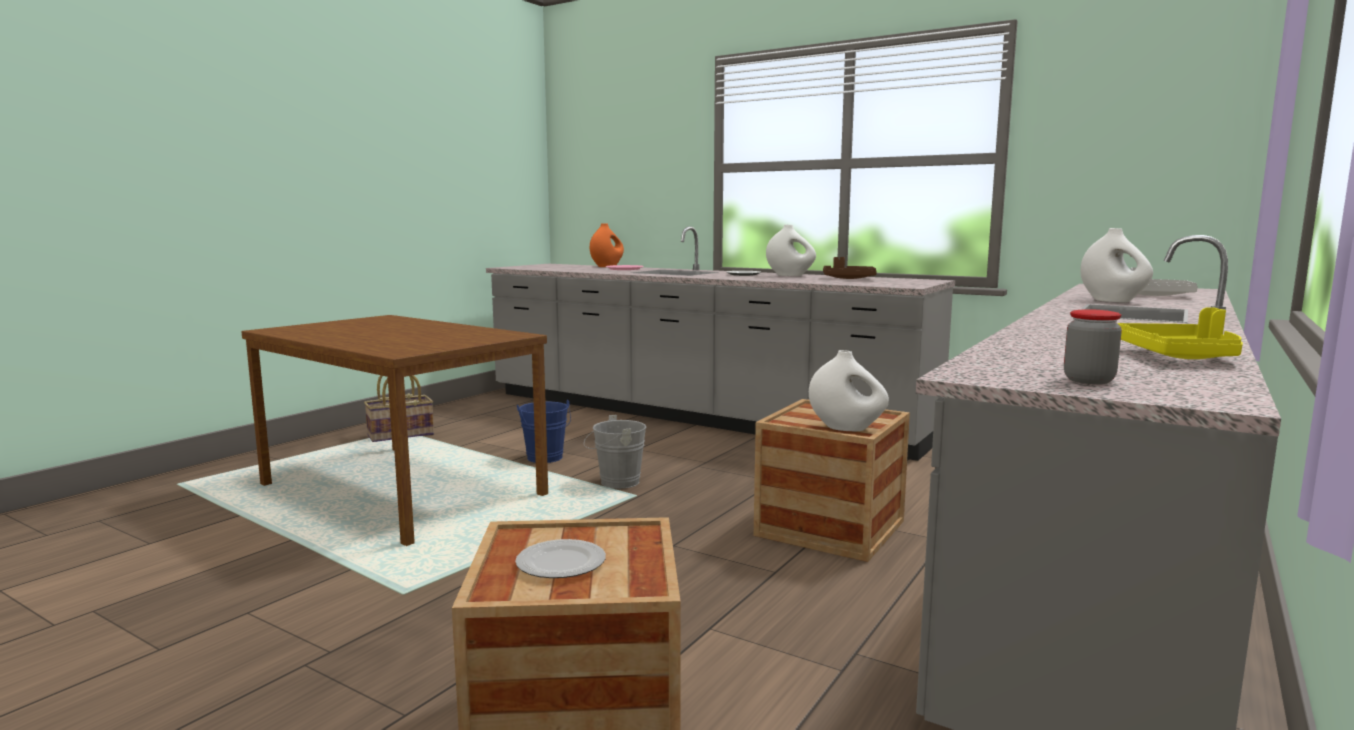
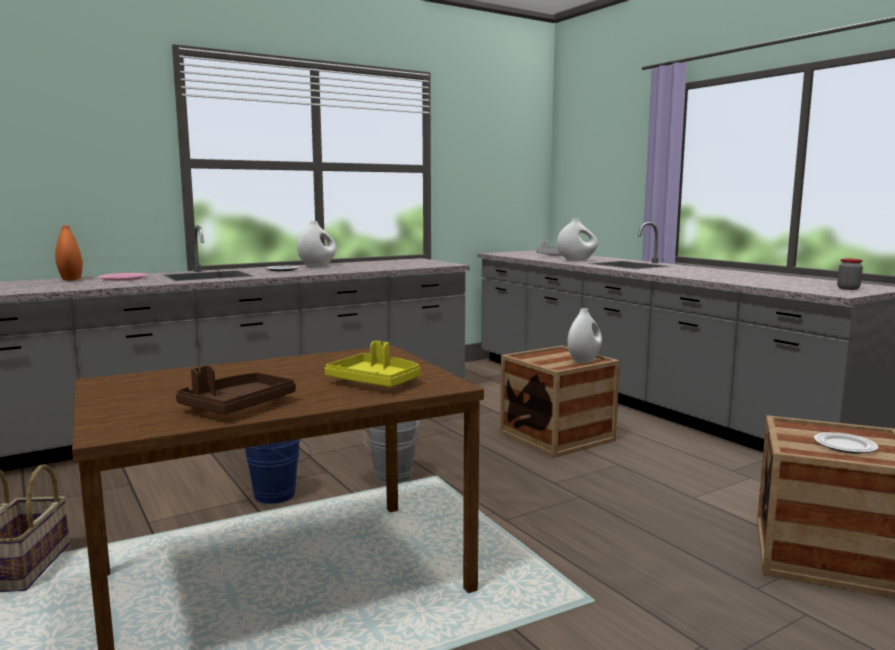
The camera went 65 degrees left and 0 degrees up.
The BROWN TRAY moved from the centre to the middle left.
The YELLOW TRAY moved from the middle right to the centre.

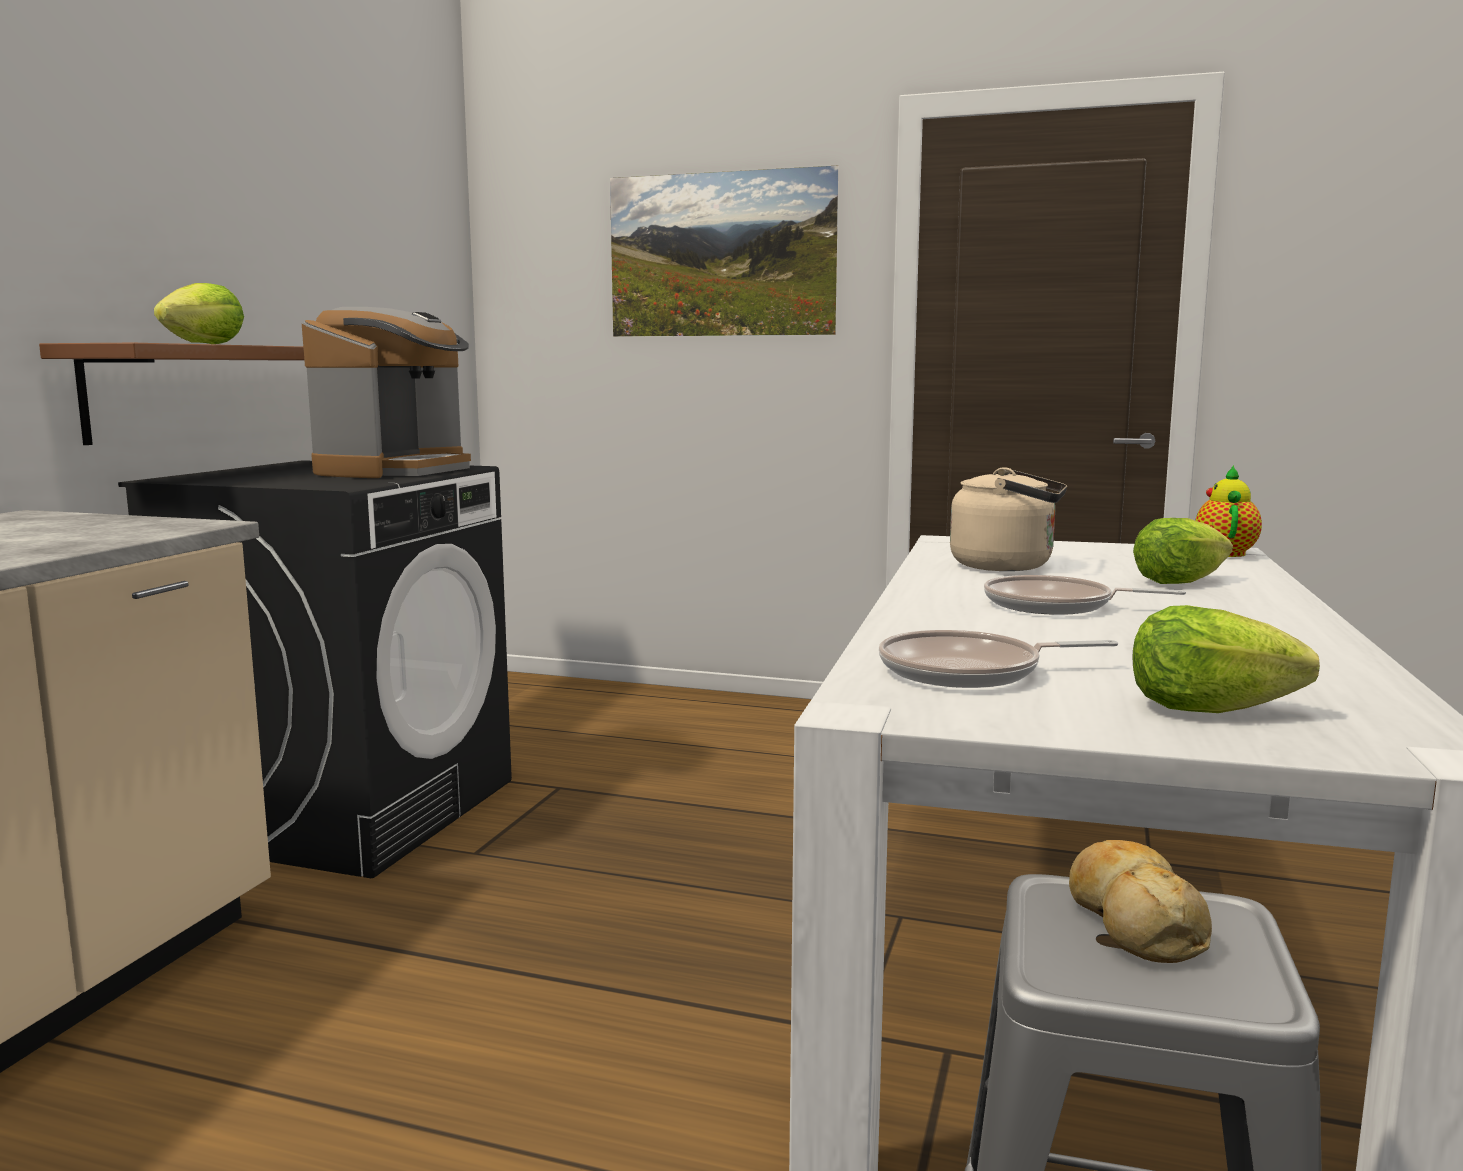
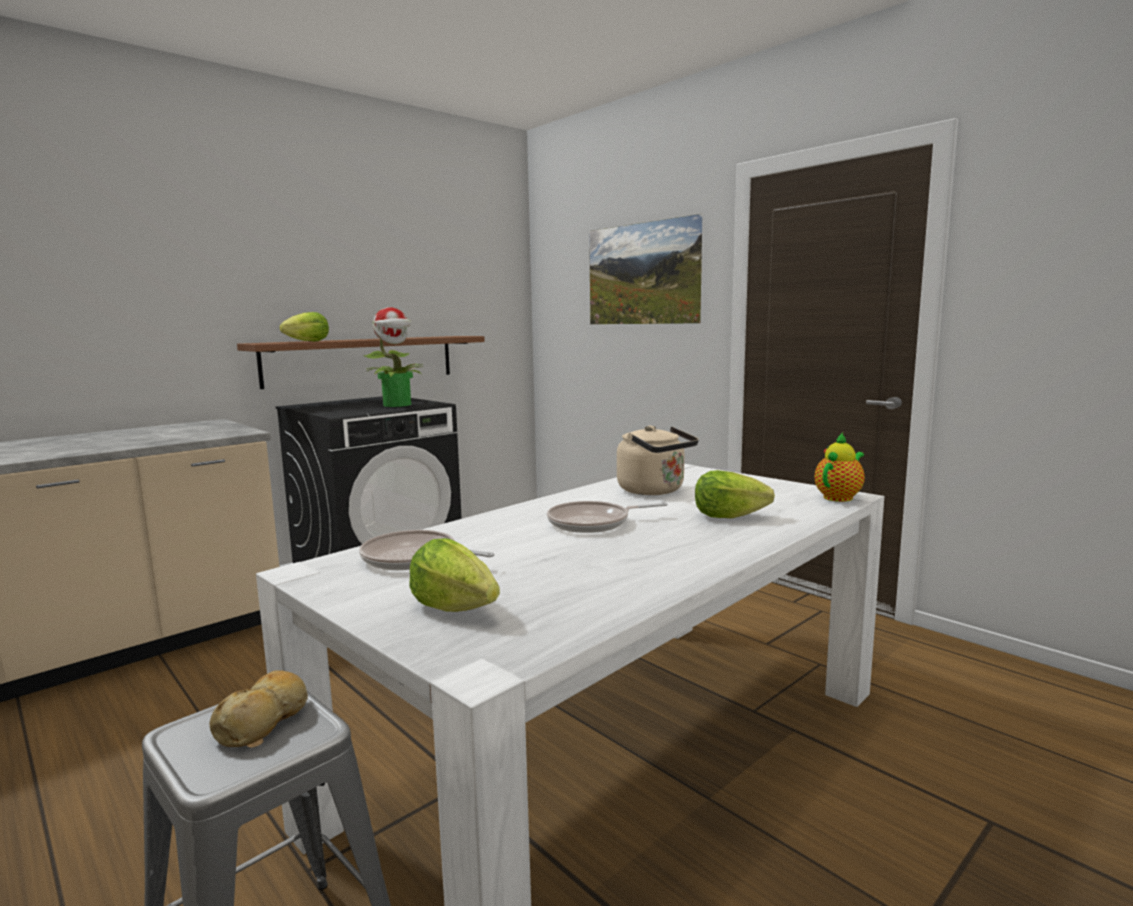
The camera went 30 degrees right and 0 degrees up.
The COFFEE MACHINE at the middle left was replaced by the POTTED PLANT at the centre.
The FRYING PAN (no. 2 from left) at the middle right turned 60 degrees counterclockwise.

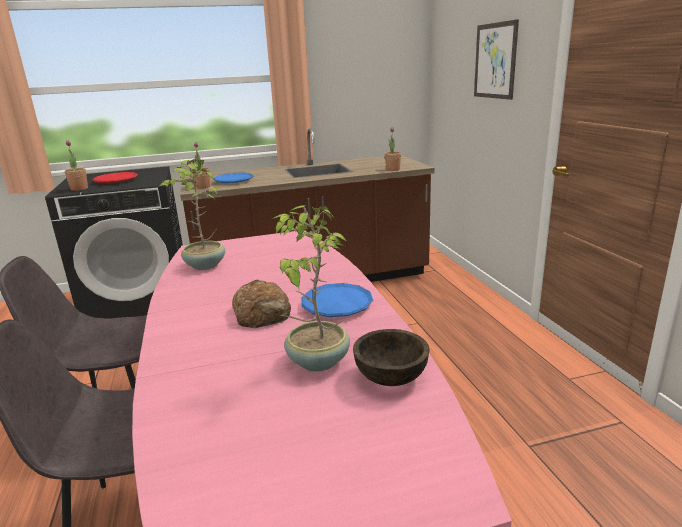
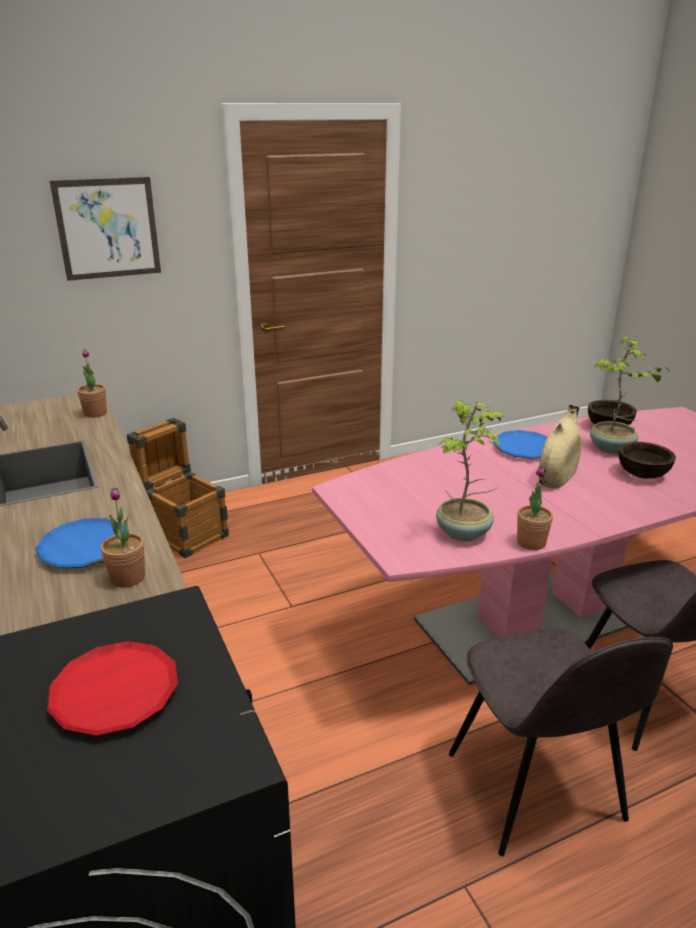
The camera went 100 degrees left and 5 degrees up.
The CRATE at the middle left appeared.
The POTTED PLANT (no. 1 from left in the first image) moved from the top left to the middle right.
The BREAD at the centre was replaced by the BEIGE VASE at the middle right.
The BROWN BOWL (no. 2 from left) at the middle right appeared.

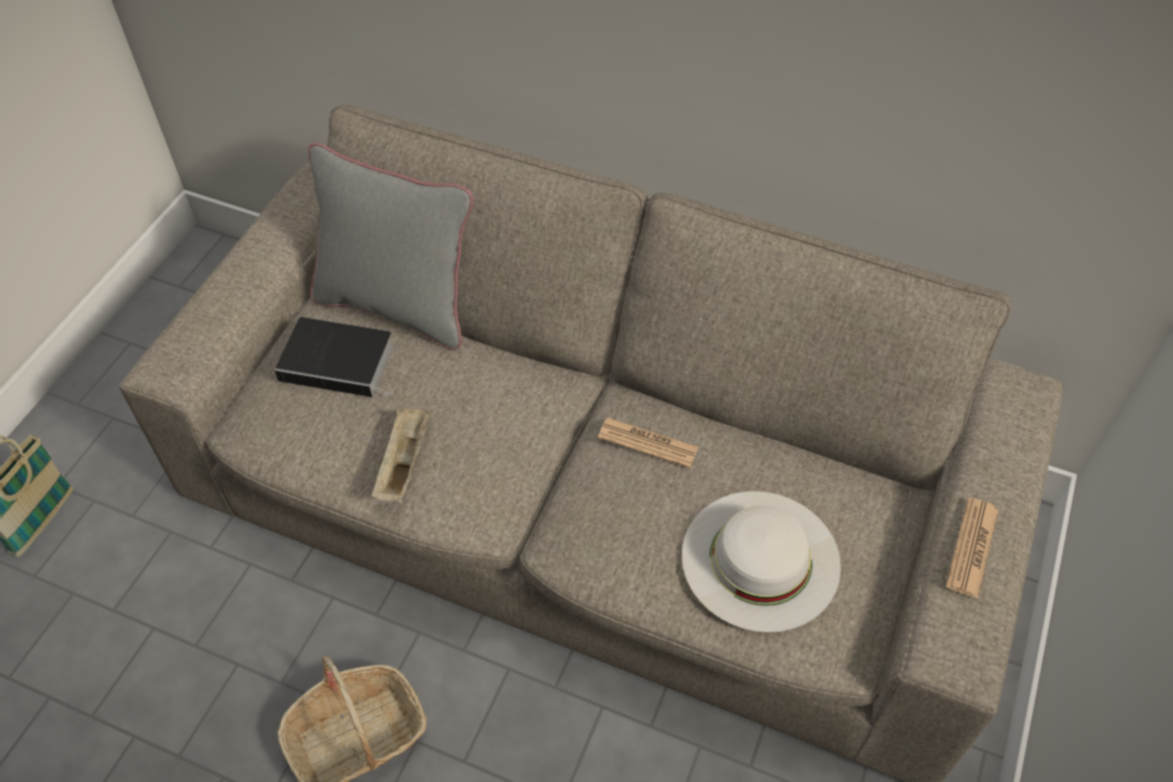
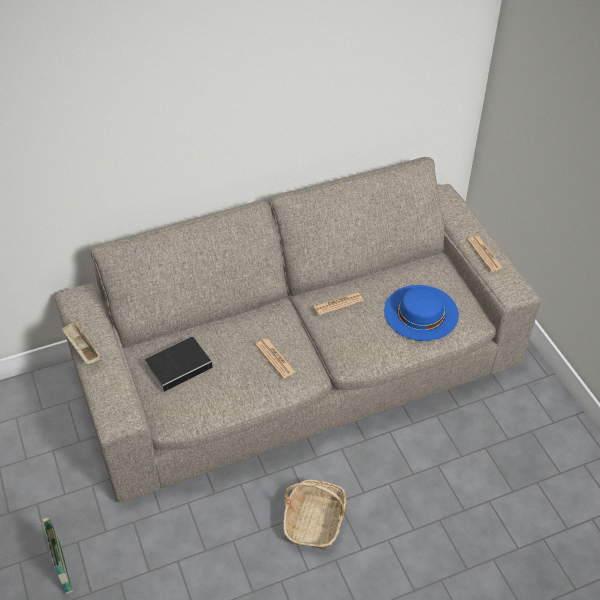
The camera went 45 degrees left and 5 degrees down.
The BEIGE TRAY moved from the centre to the middle left.
The NEWSPAPER (no. 1 from left) at the centre appeared.
The WHITE HAT at the bottom centre became the BLUE HAT at the middle right.
The GREY PILLOW at the top left disappeared.

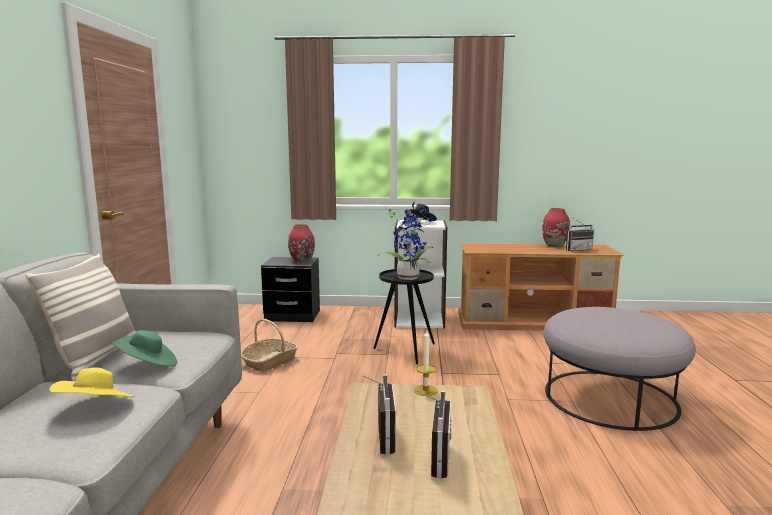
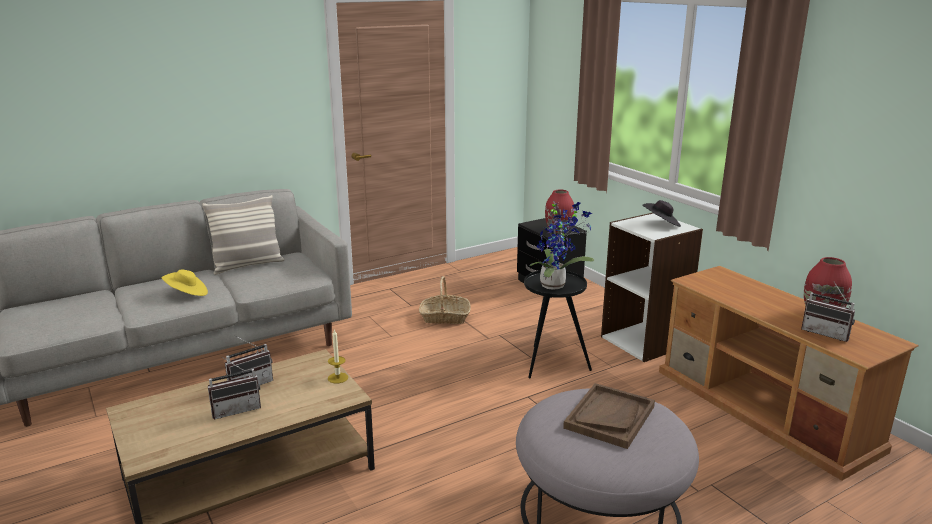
The camera went 55 degrees right and 10 degrees up.
The BROWN TRAY at the bottom centre appeared.
The GREEN HAT at the bottom left disappeared.

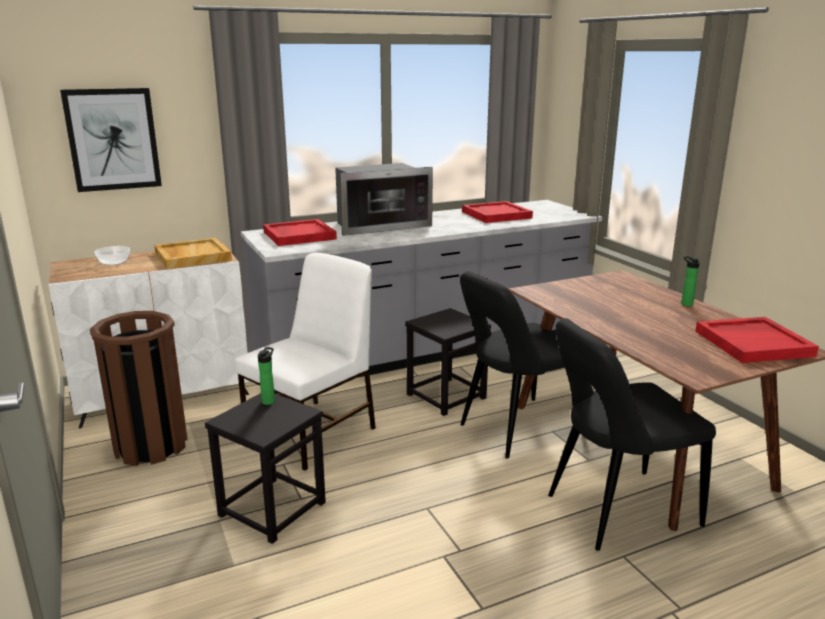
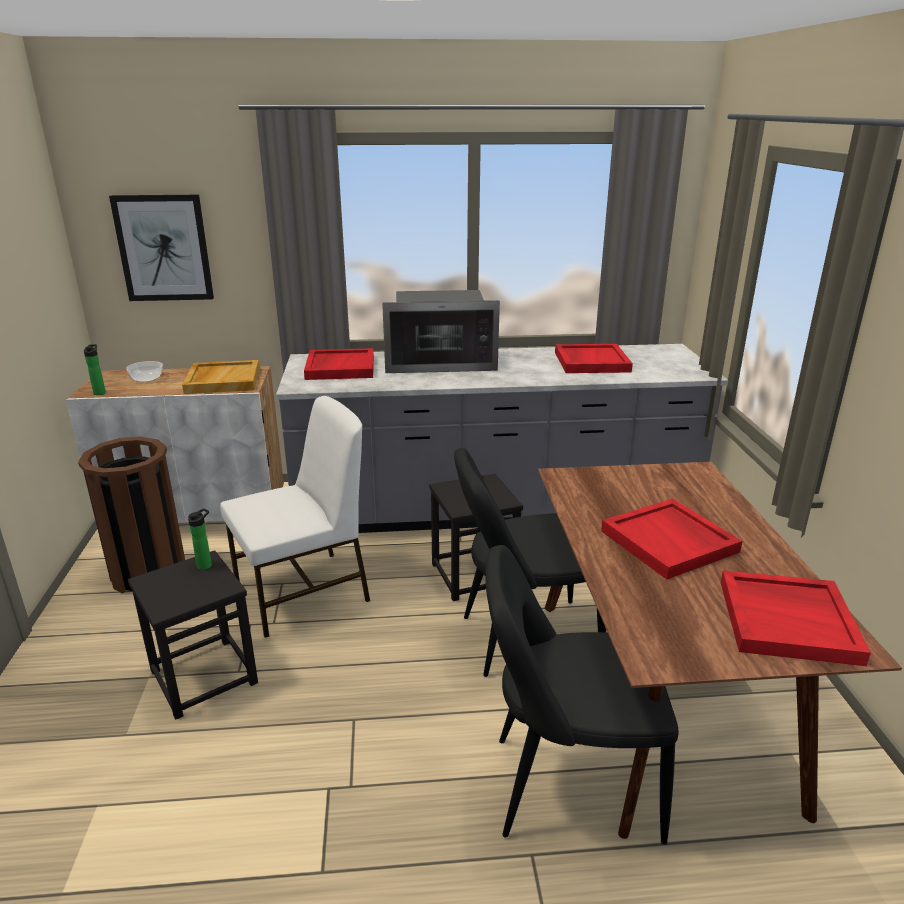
The camera went 20 degrees right and 5 degrees up.
The BOTTLE (no. 2 from left in the first image) moved from the middle right to the middle left.
The RED TRAY (no. 3 from left) at the middle right appeared.

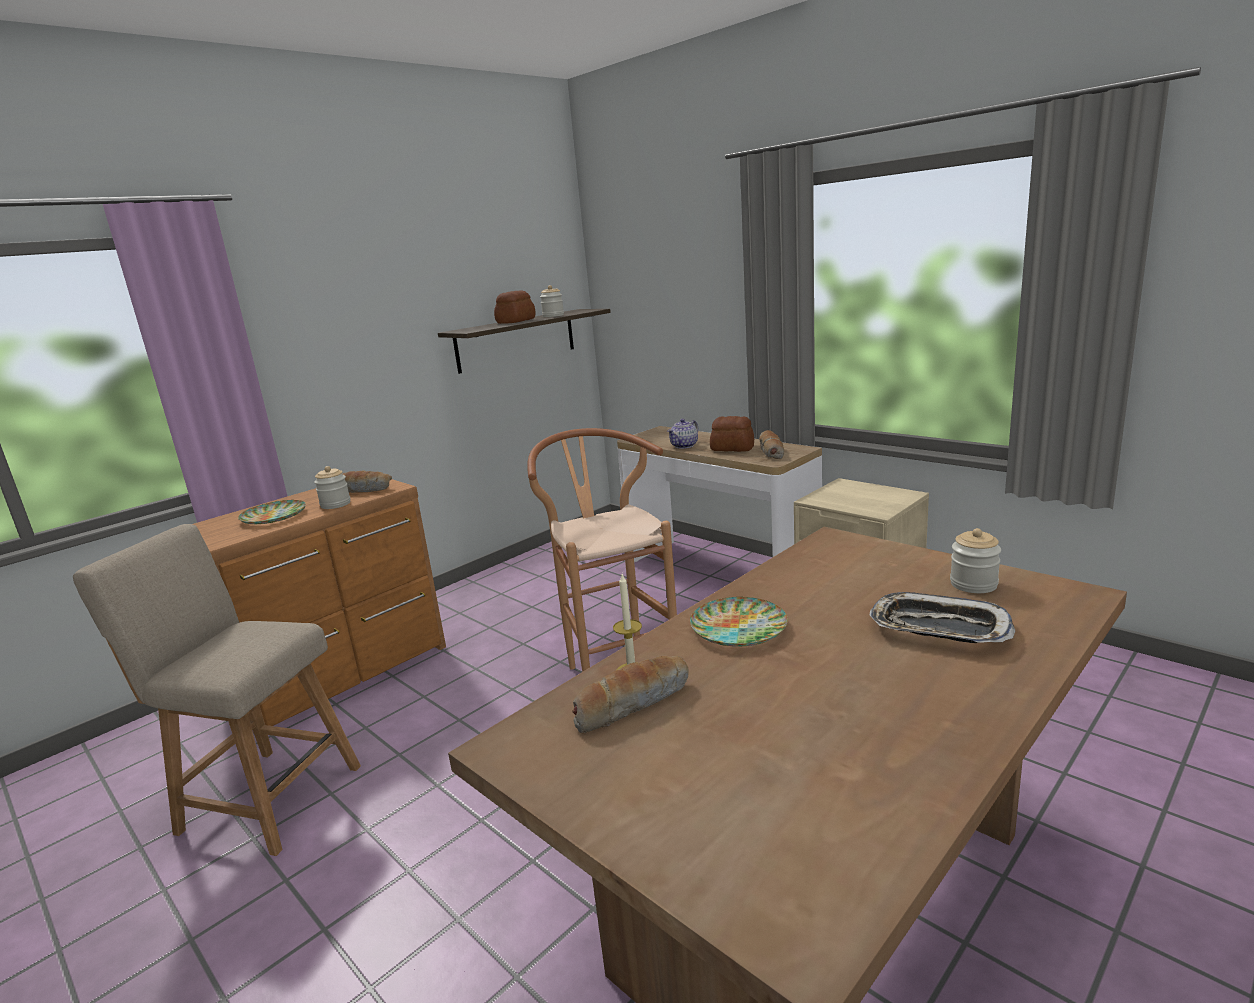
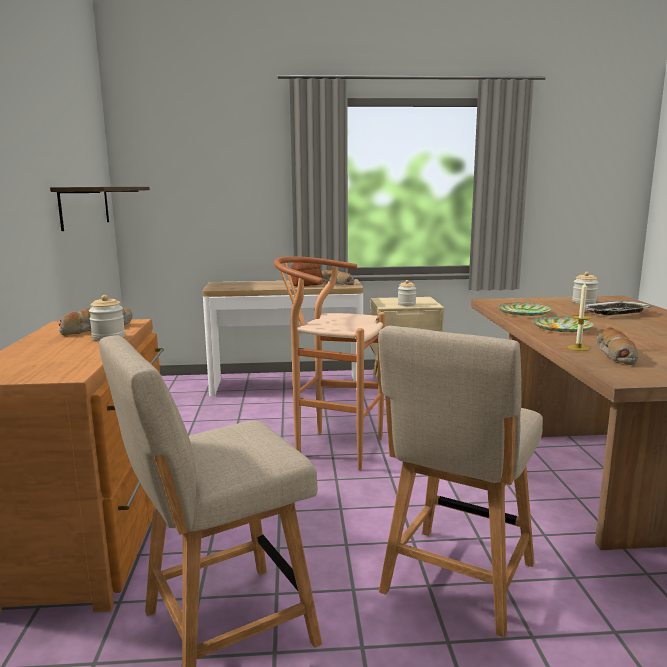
The camera went 50 degrees left and 5 degrees down.
The BEIGE CHAIR (no. 2 from left) at the bottom right appeared.
The JAR (no. 2 from left) moved from the top centre to the centre.
The PLATE (no. 1 from left) moved from the middle left to the middle right.
The BREAD (no. 2 from left) at the top centre disappeared.
The TEAPOT at the centre disappeared.

